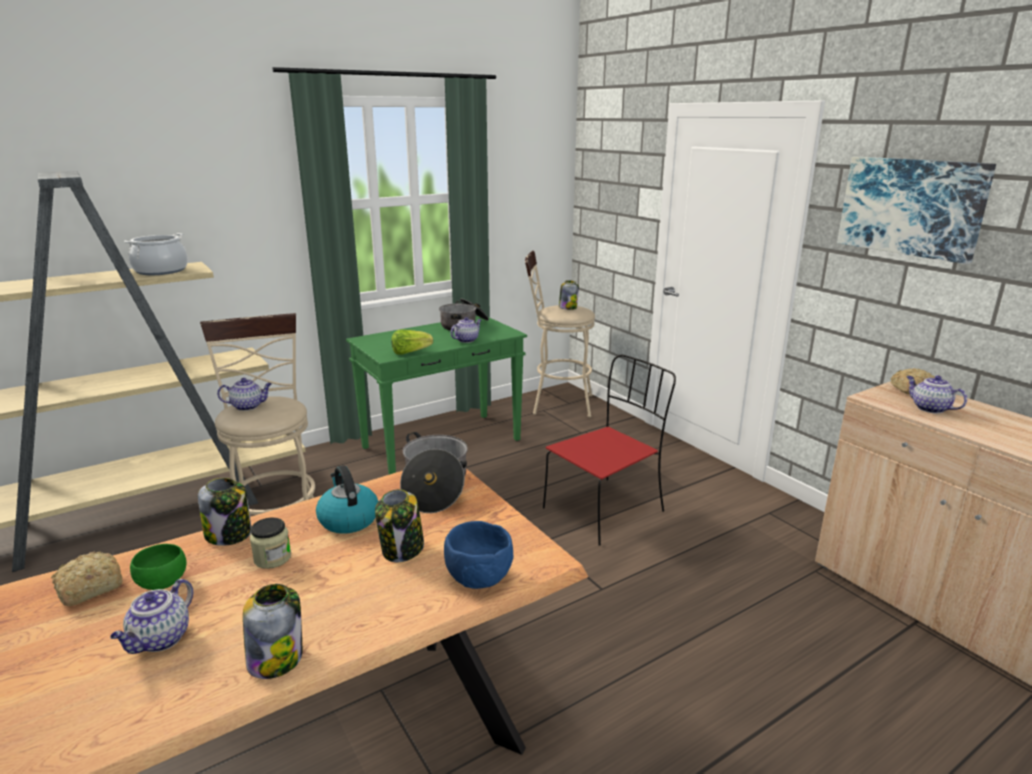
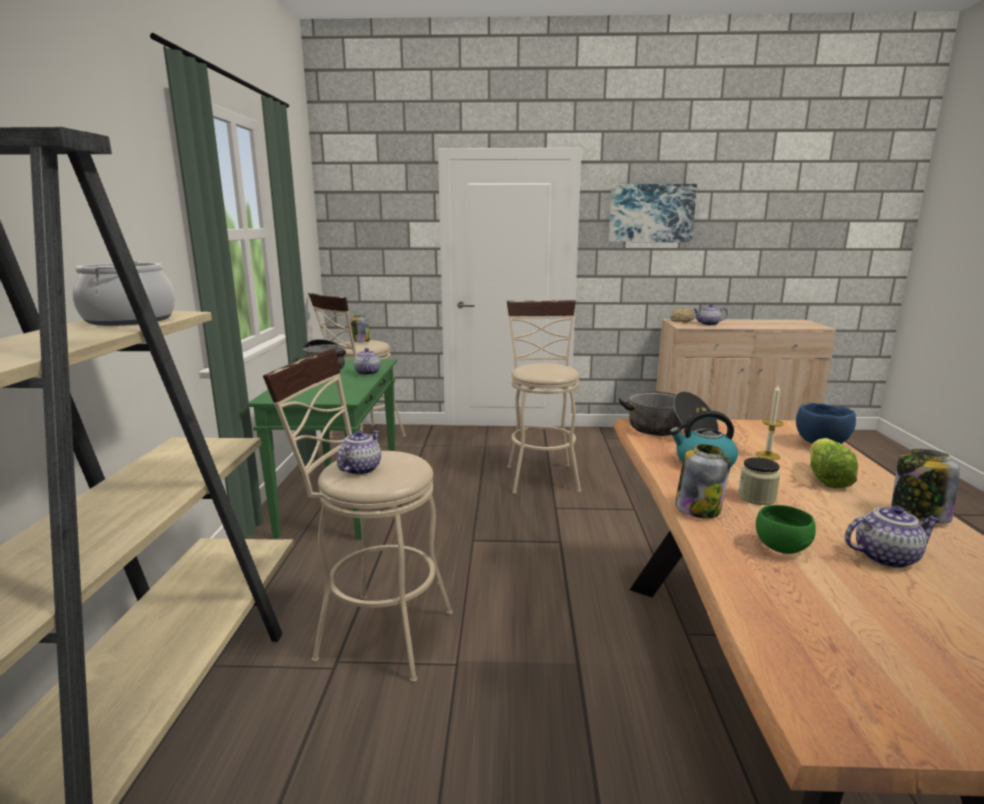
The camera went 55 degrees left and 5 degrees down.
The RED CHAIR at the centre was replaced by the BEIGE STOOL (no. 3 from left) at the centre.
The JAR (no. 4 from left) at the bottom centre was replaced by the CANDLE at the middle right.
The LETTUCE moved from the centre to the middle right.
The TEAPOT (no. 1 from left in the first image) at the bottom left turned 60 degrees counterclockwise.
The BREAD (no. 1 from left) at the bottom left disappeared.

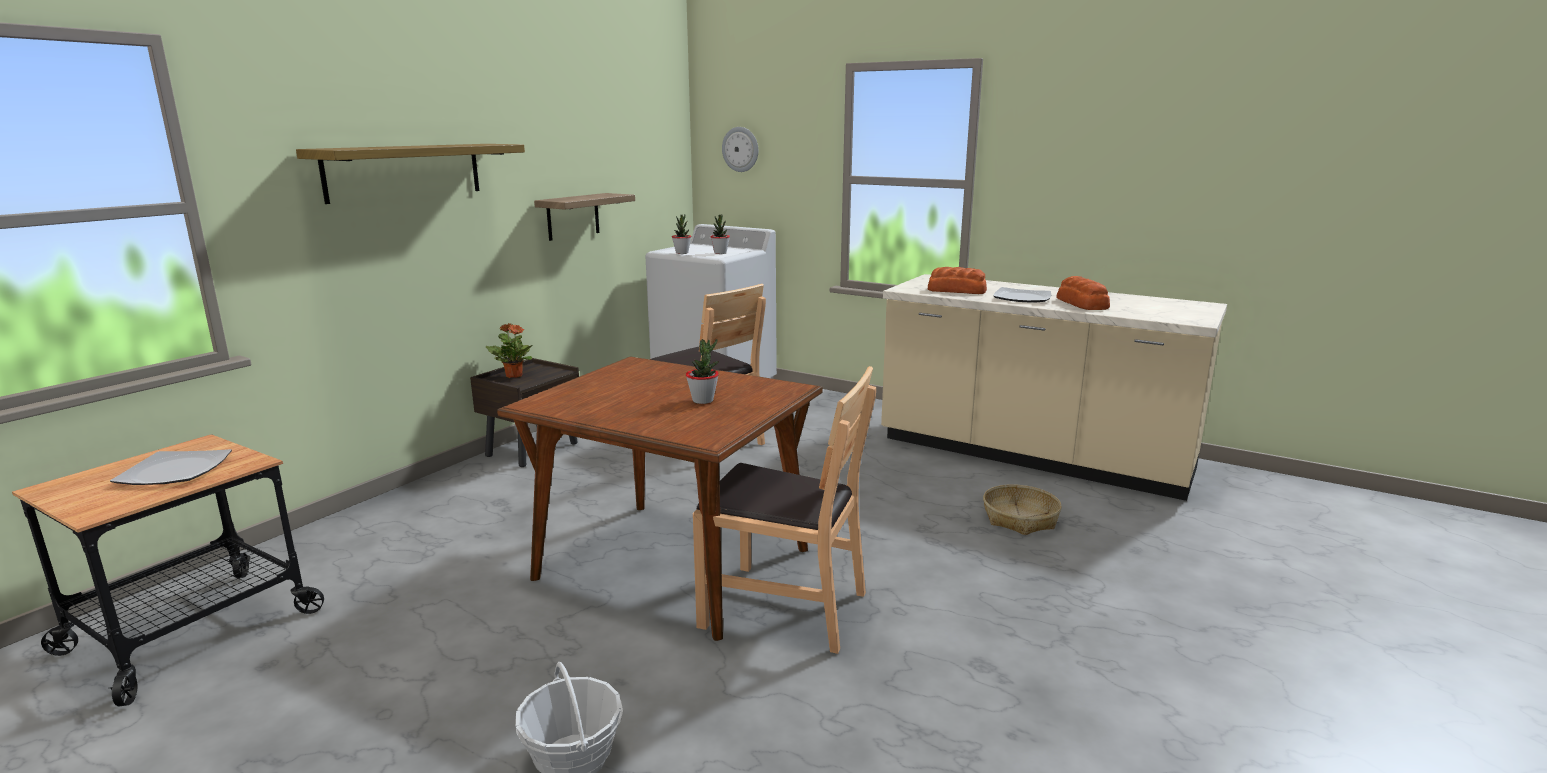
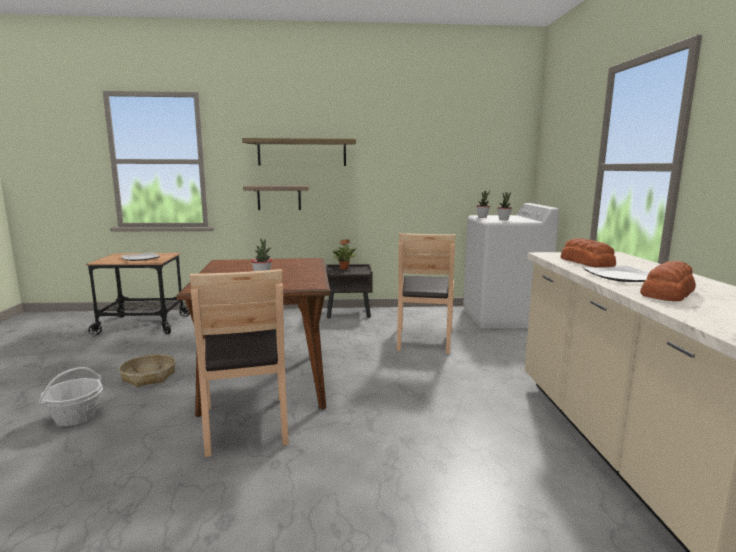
The camera went 55 degrees right and 5 degrees down.
The BASKET (no. 2 from left) moved from the centre to the bottom left.
The SHELF (no. 2 from left in the first image) moved from the top centre to the centre.
The WALL CLOCK at the top centre disappeared.

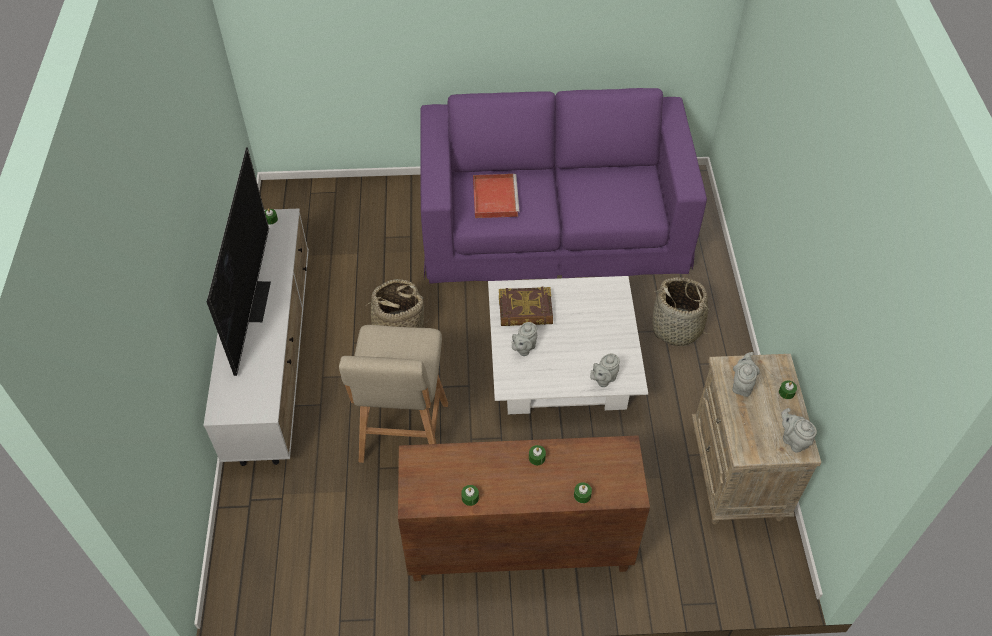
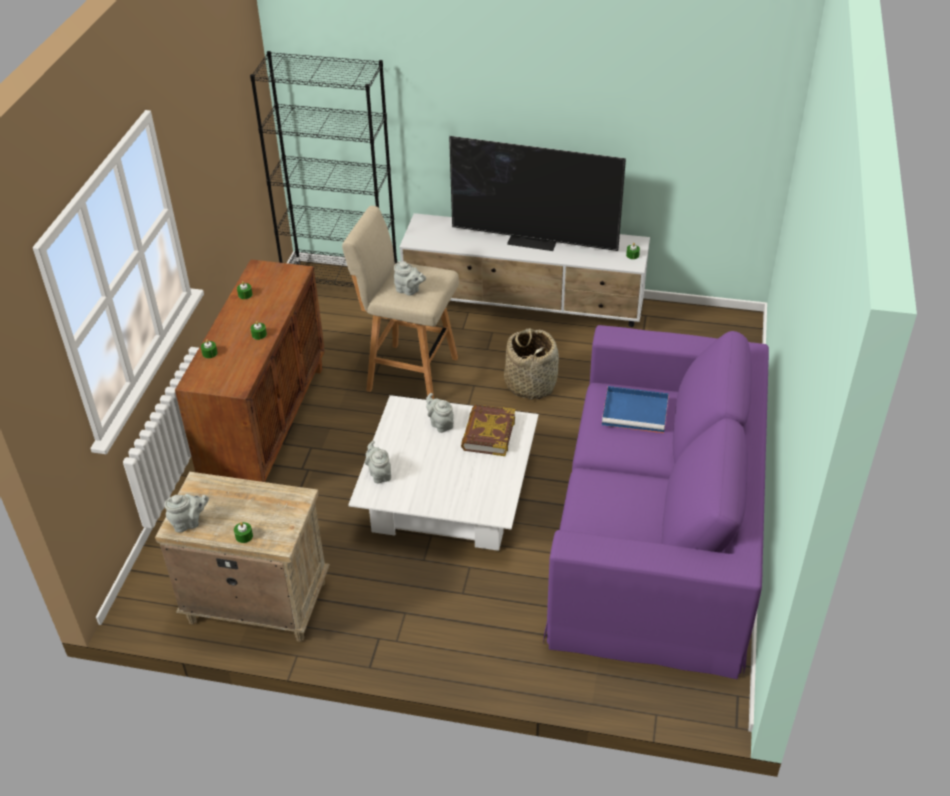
The camera went 105 degrees right and 10 degrees down.
The BLACK BOOKCASE at the top centre appeared.
The GREY TEAPOT (no. 3 from left) moved from the middle right to the centre.
The RED TRAY at the top centre became the BLUE TRAY at the middle right.
The BASKET (no. 2 from left) at the middle right disappeared.

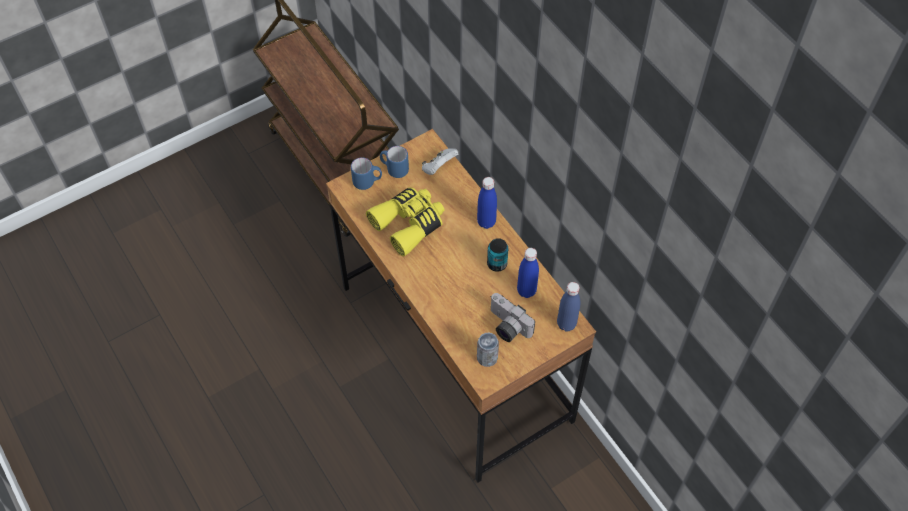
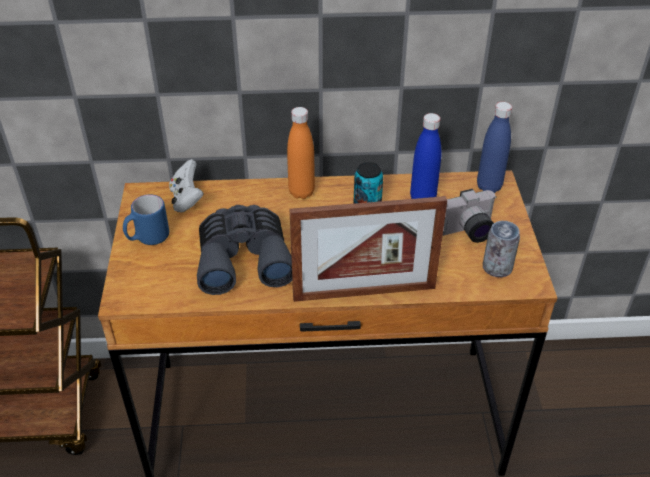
The camera went 60 degrees left and 15 degrees down.
The YELLOW BINOCULARS at the centre became the GREY BINOCULARS at the centre.
The BLUE BOTTLE (no. 1 from left) at the centre became the ORANGE BOTTLE at the top centre.
The PICTURE FRAME at the centre appeared.
The BLUE MUG (no. 1 from left) at the centre disappeared.

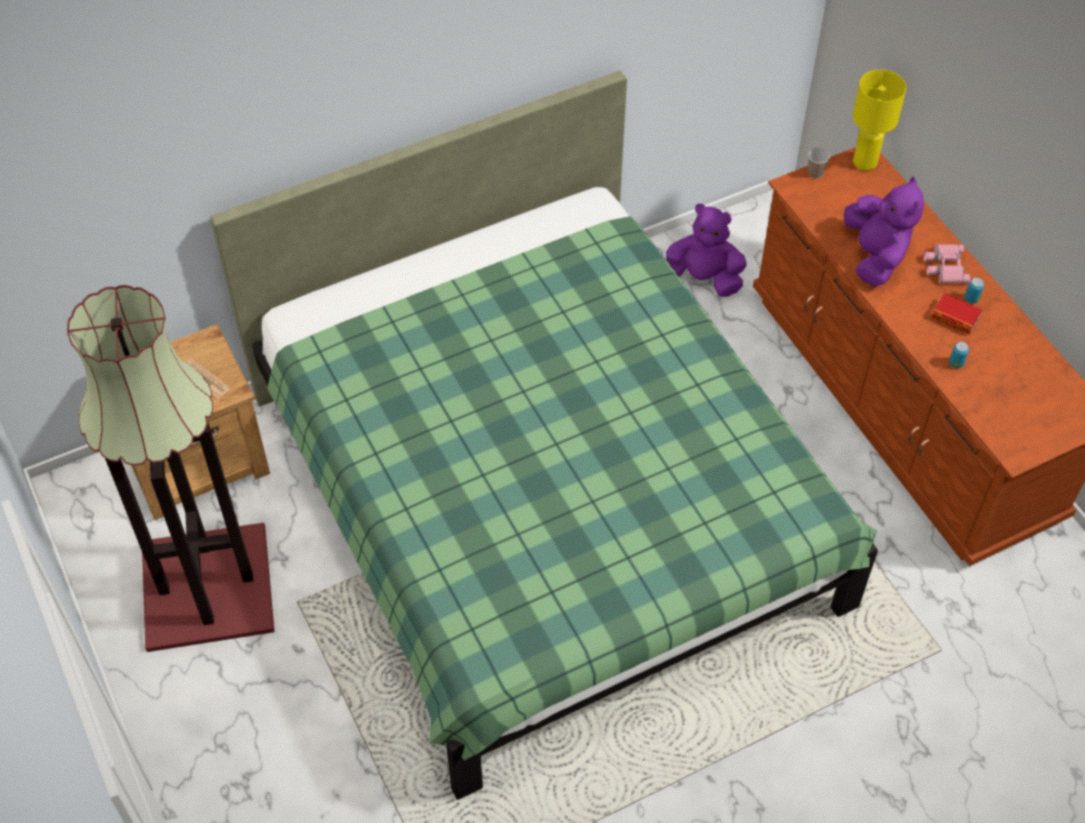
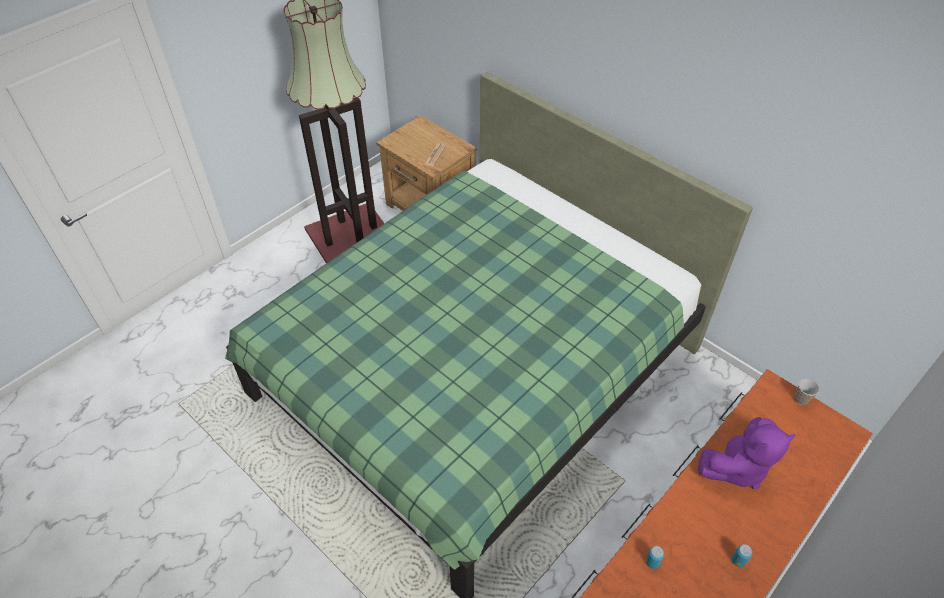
The camera went 70 degrees right and 5 degrees down.
The PURPLE PLUSH TOY (no. 1 from left) at the top centre disappeared.
The YELLOW TABLE LAMP at the top right disappeared.
The PINK BINOCULARS at the top right disappeared.
The BOOK at the middle right disappeared.

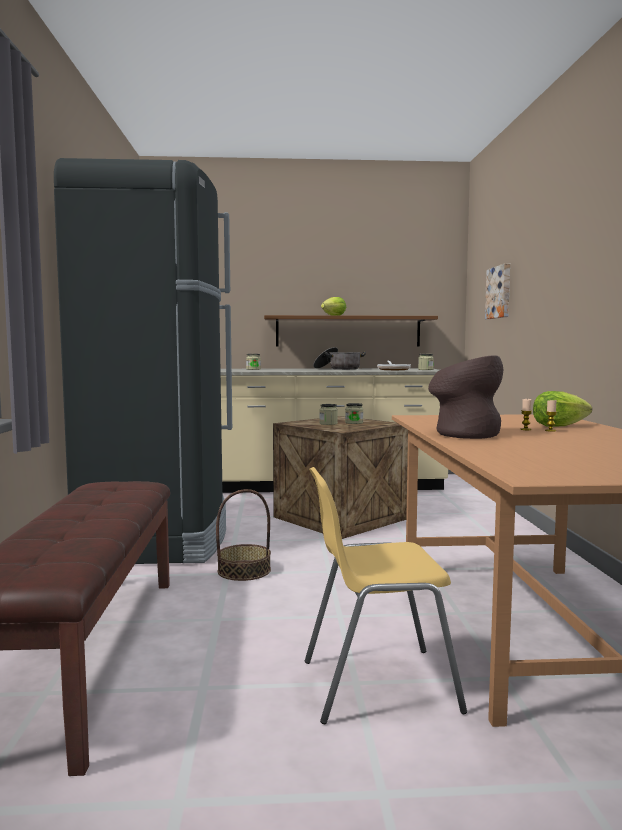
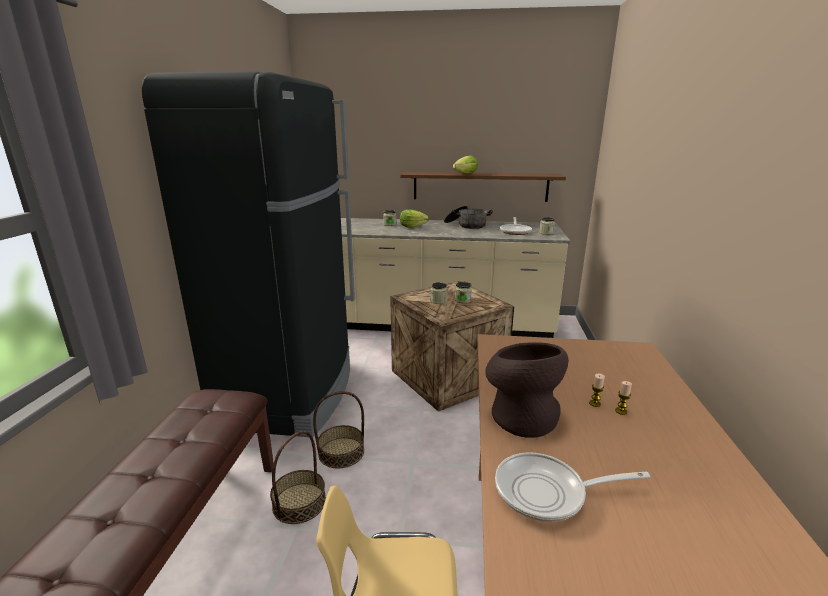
The camera went 10 degrees right and 15 degrees up.
The BASKET (no. 1 from left) at the bottom centre appeared.
The LETTUCE (no. 2 from left in the first image) moved from the middle right to the centre.
The FRYING PAN (no. 2 from left) at the bottom right appeared.
The PICTURE at the middle right disappeared.

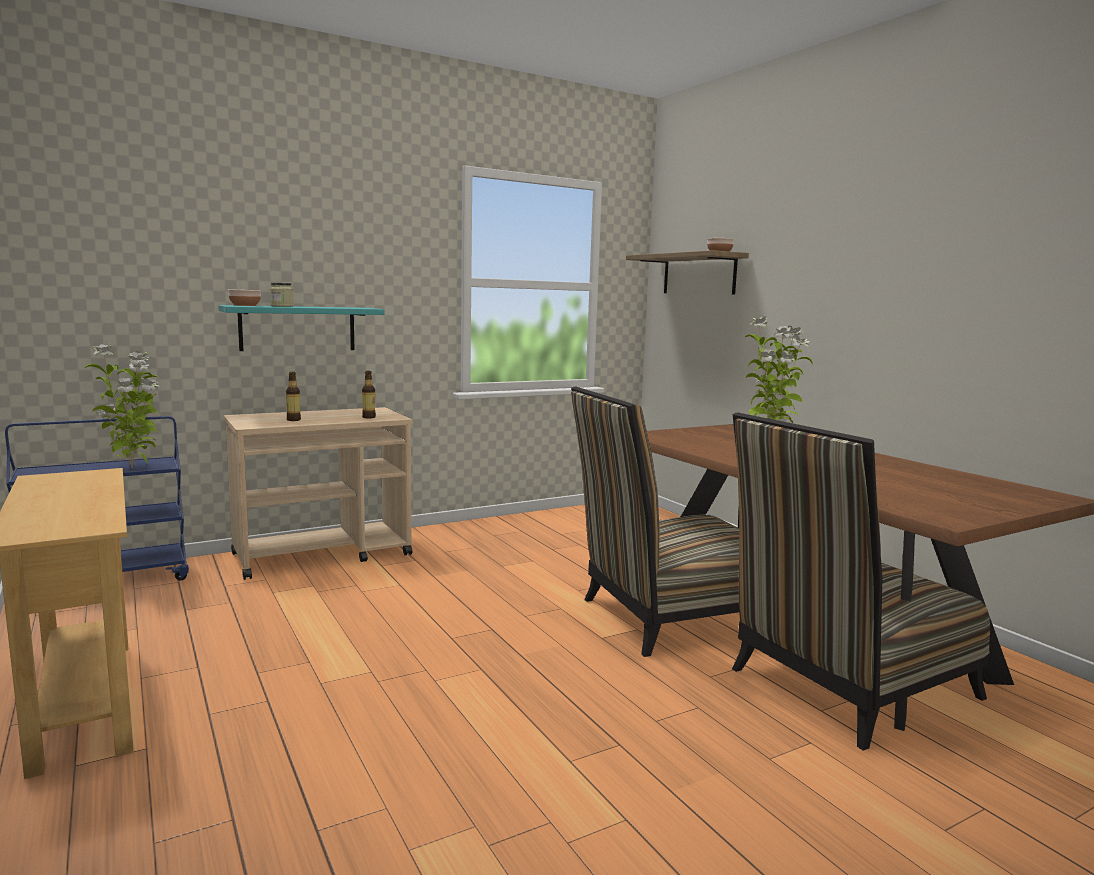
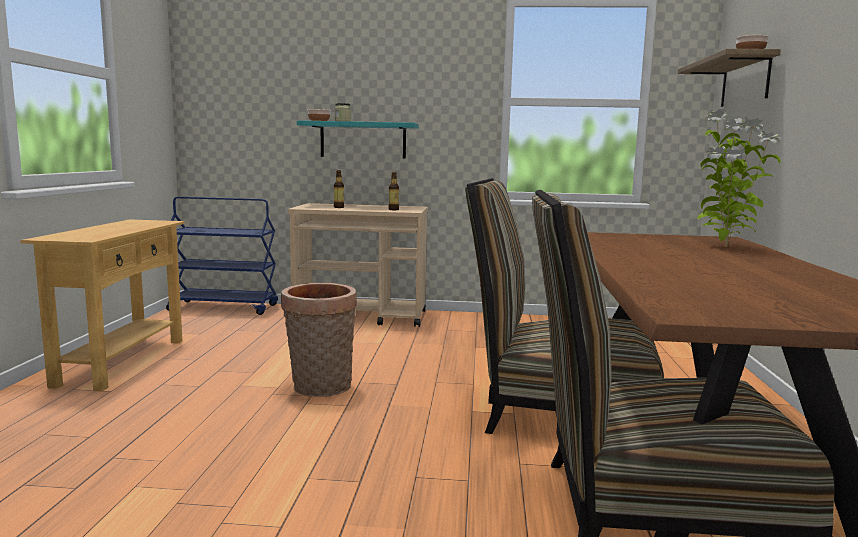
The camera went 35 degrees right and 0 degrees up.
The BASKET at the centre appeared.
The POTTED PLANT (no. 1 from left) at the middle left disappeared.

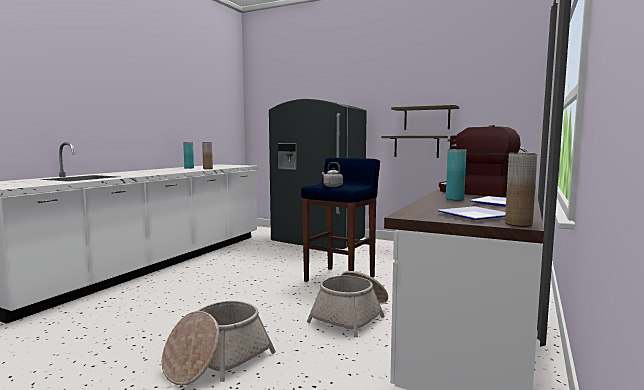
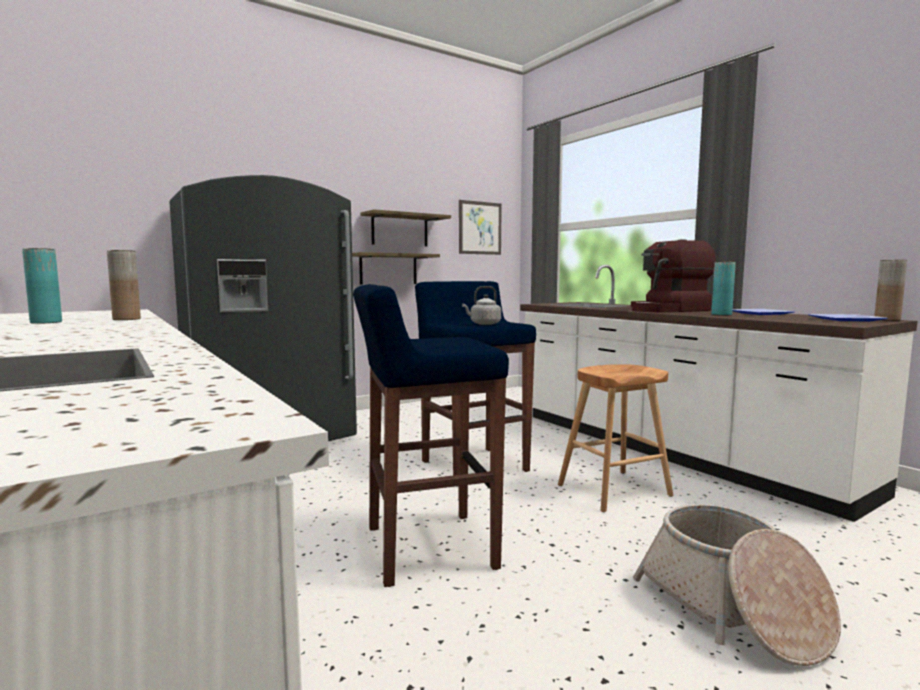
The camera went 60 degrees left and 0 degrees up.
The BLUE STOOL (no. 1 from left) at the centre appeared.
The PICTURE at the top centre appeared.
The BASKET (no. 2 from left) at the bottom centre was replaced by the BROWN STOOL at the middle right.

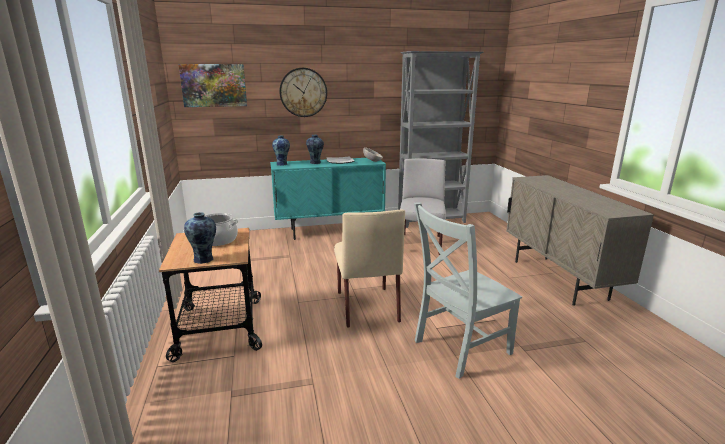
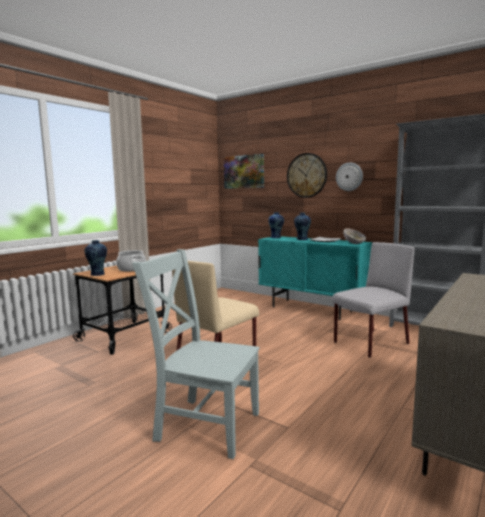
The camera went 50 degrees right and 10 degrees down.
The WALL CLOCK (no. 2 from left) at the middle right appeared.

